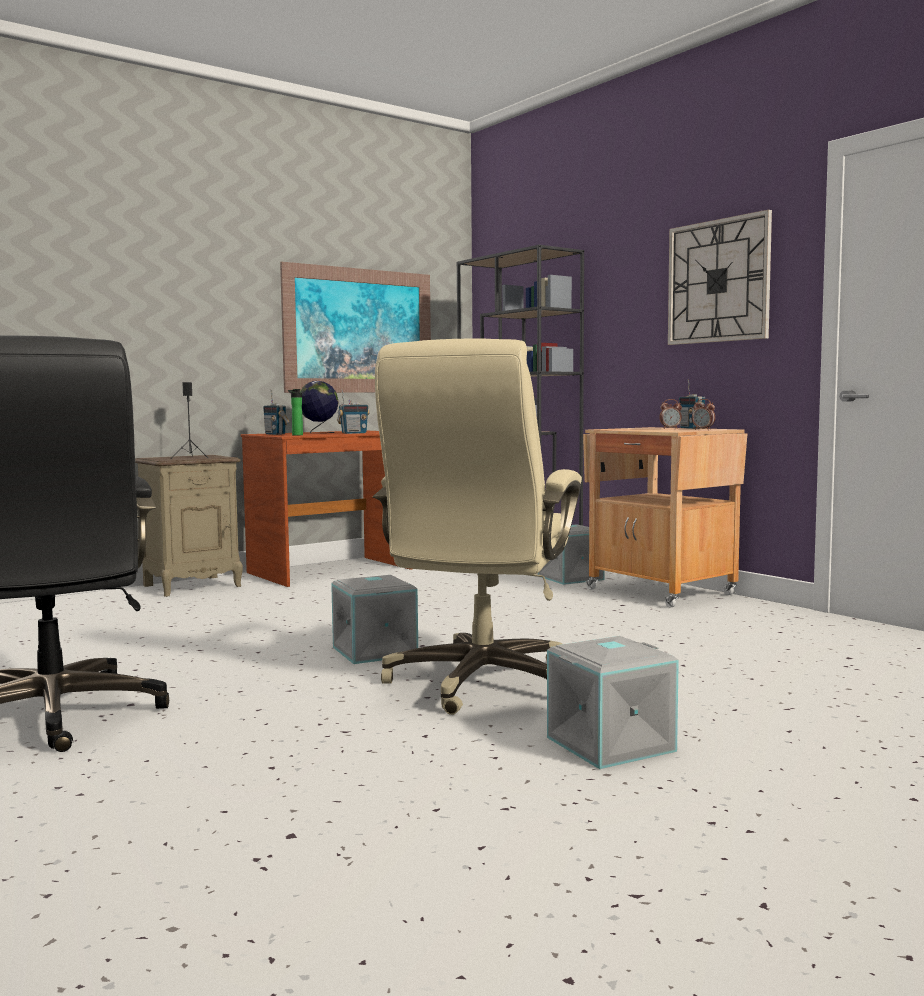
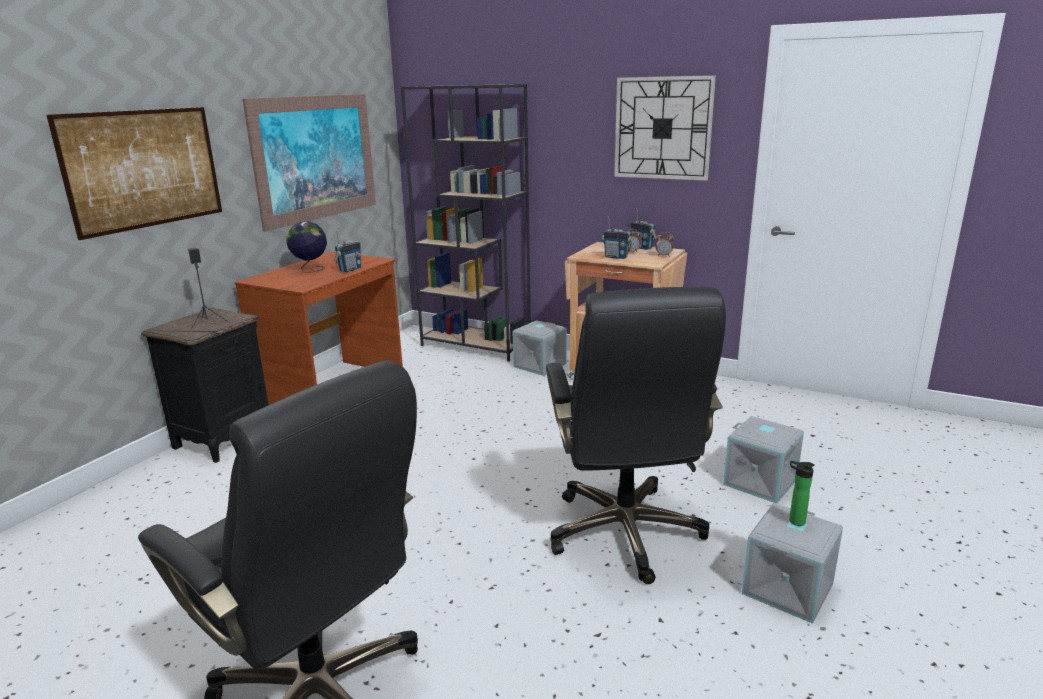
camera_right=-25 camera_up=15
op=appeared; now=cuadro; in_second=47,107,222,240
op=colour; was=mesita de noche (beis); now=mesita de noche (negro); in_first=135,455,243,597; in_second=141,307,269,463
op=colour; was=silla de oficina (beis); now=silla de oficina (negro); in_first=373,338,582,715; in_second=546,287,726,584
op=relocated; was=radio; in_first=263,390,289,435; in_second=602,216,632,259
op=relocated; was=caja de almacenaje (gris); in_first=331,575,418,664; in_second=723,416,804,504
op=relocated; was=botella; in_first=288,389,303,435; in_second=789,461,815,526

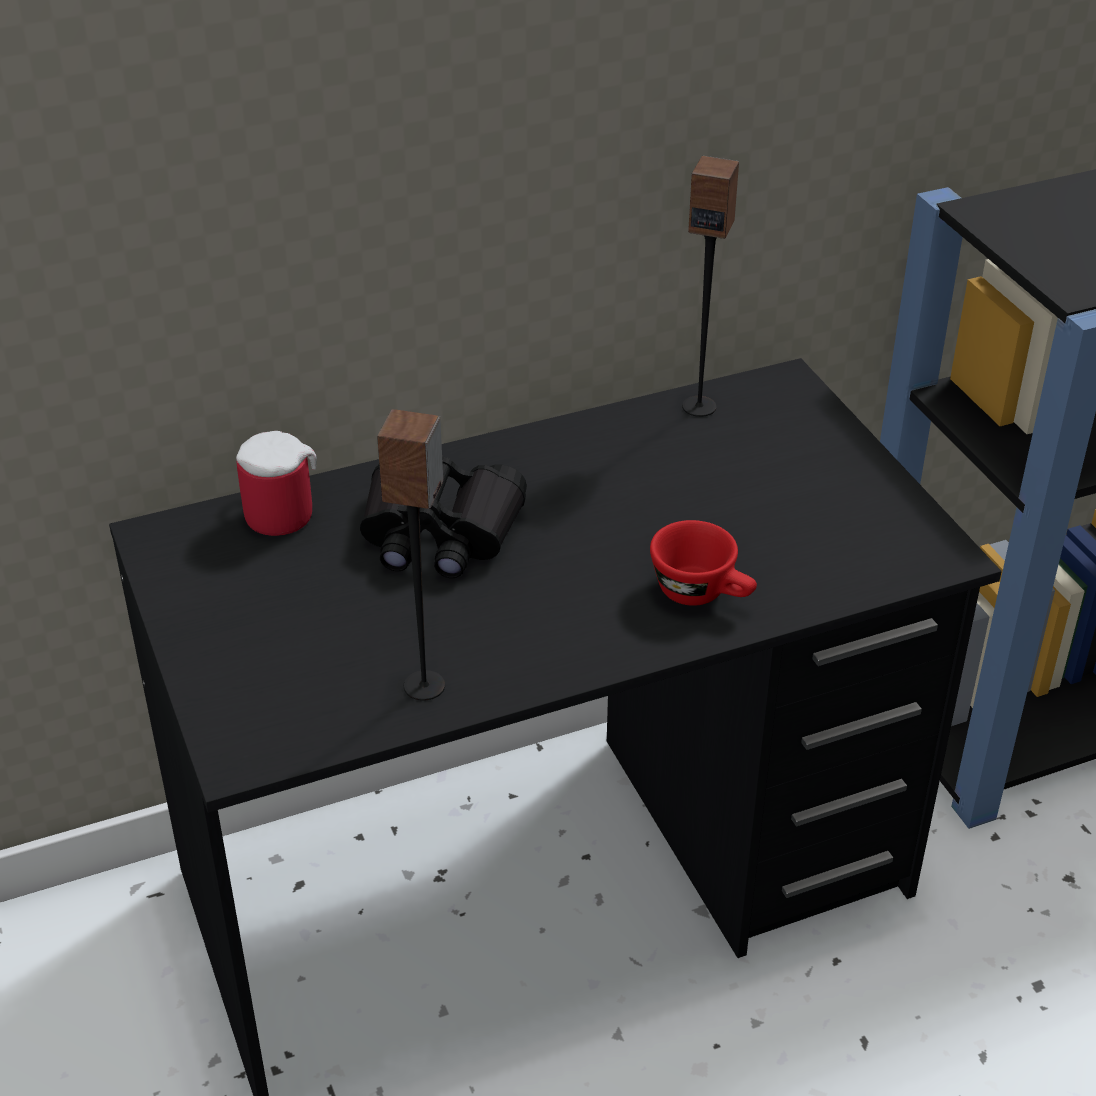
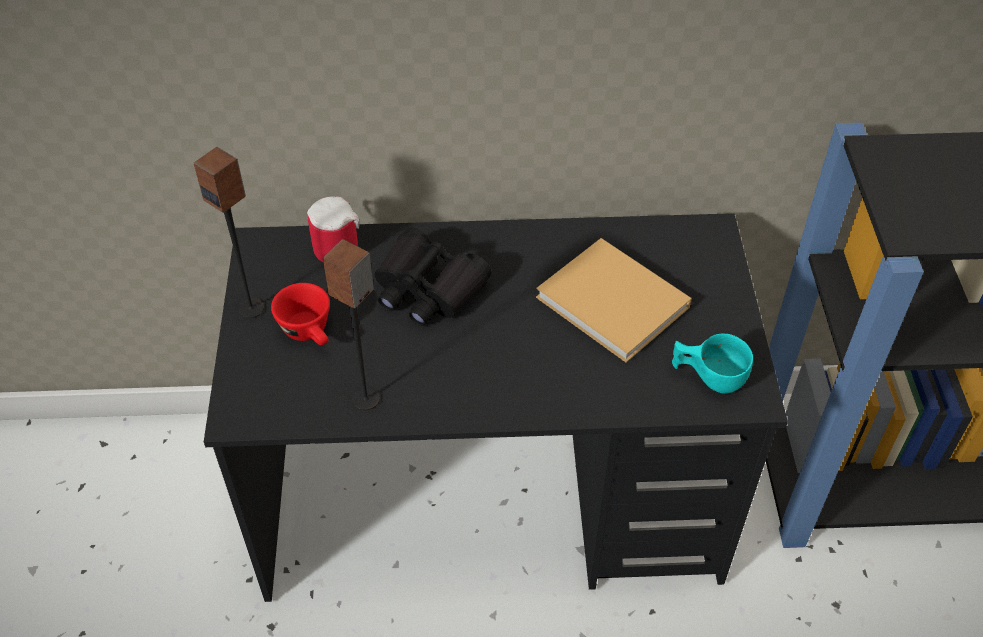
camera_right=20 camera_up=10
op=relocated; was=altavoz; in_first=682,156,739,417; in_second=194,147,264,318
op=relocated; was=taza (rojo); in_first=650,520,757,606; in_second=271,283,330,345
op=appeared; now=libro (beis); in_second=536,238,692,363
op=appeared; now=taza (turquesa); in_second=672,334,753,394

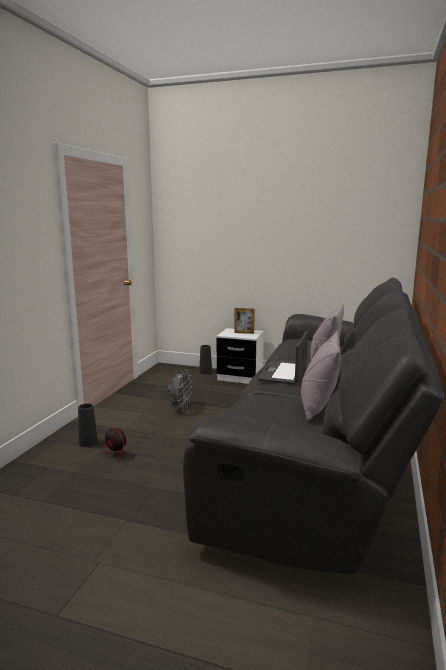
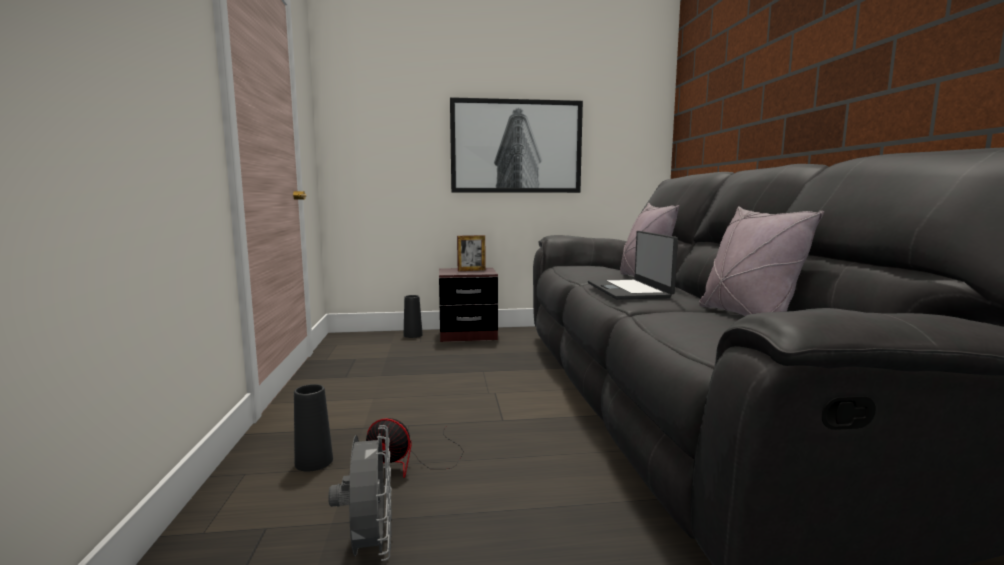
camera_right=-25 camera_up=-5
op=relocated; was=ventilador (gris); in_first=168,370,192,411; in_second=328,425,392,561
op=colour; was=mesita de noche (blanco); now=mesita de noche (marrón); in_first=217,328,264,384; in_second=439,268,498,342
op=appeared; now=cuadro; in_second=450,97,583,193

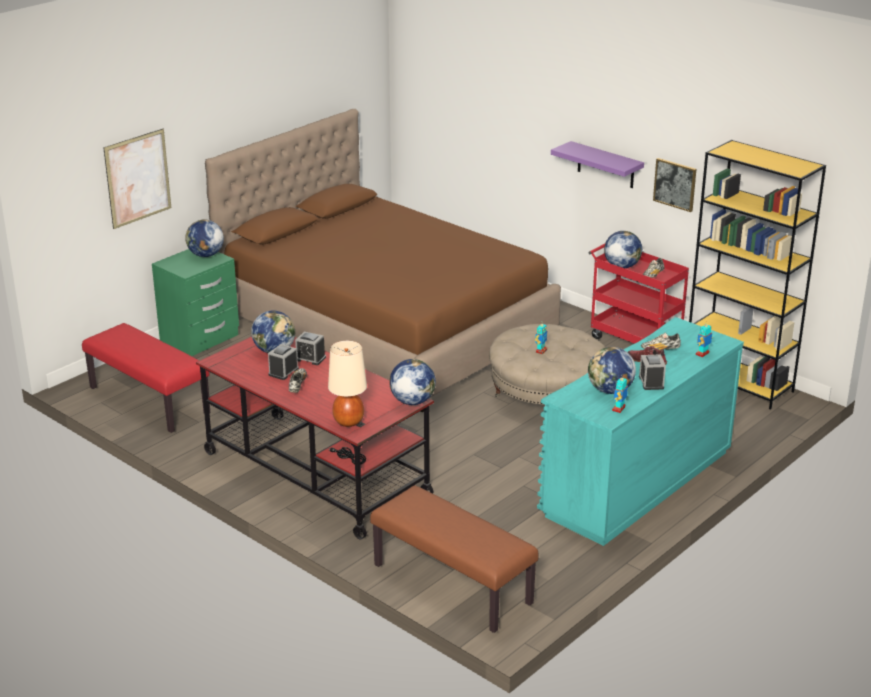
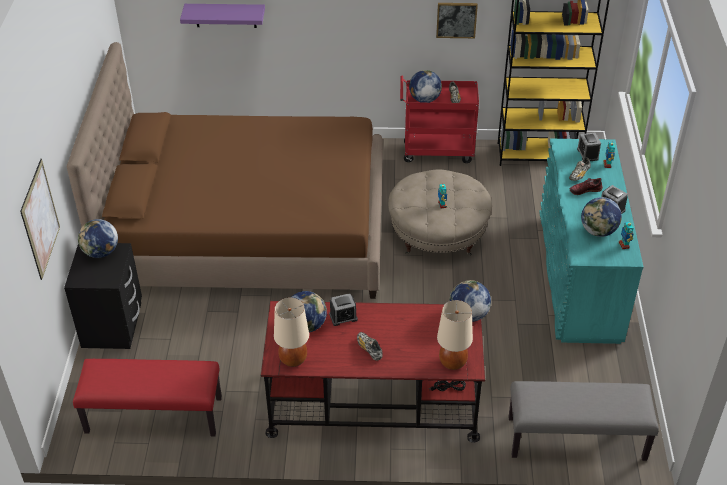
camera_right=-40 camera_up=15
op=colour; was=mesita de noche (verde); now=mesita de noche (negro); in_first=152,249,239,356; in_second=64,243,142,349
op=relocated; was=estante (morado); in_first=551,141,644,188; in_second=180,4,265,28
op=appeared; now=lámpara de mesa (beis); in_second=274,297,309,367
op=colour; was=banco (marrón); now=banco (gris); in_first=370,485,539,633; in_second=508,381,659,461
op=relocated; was=despertador; in_first=268,344,299,380; in_second=577,133,601,161

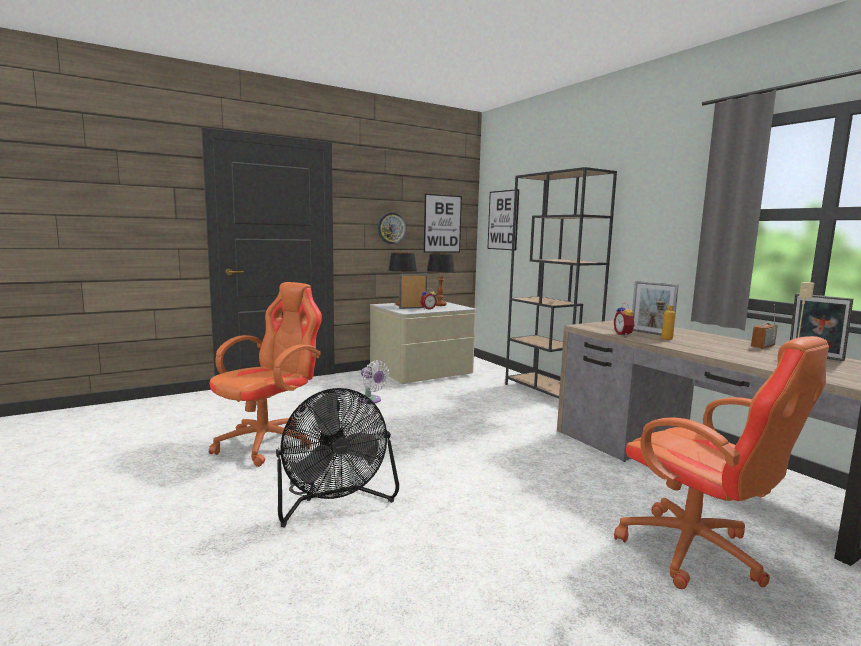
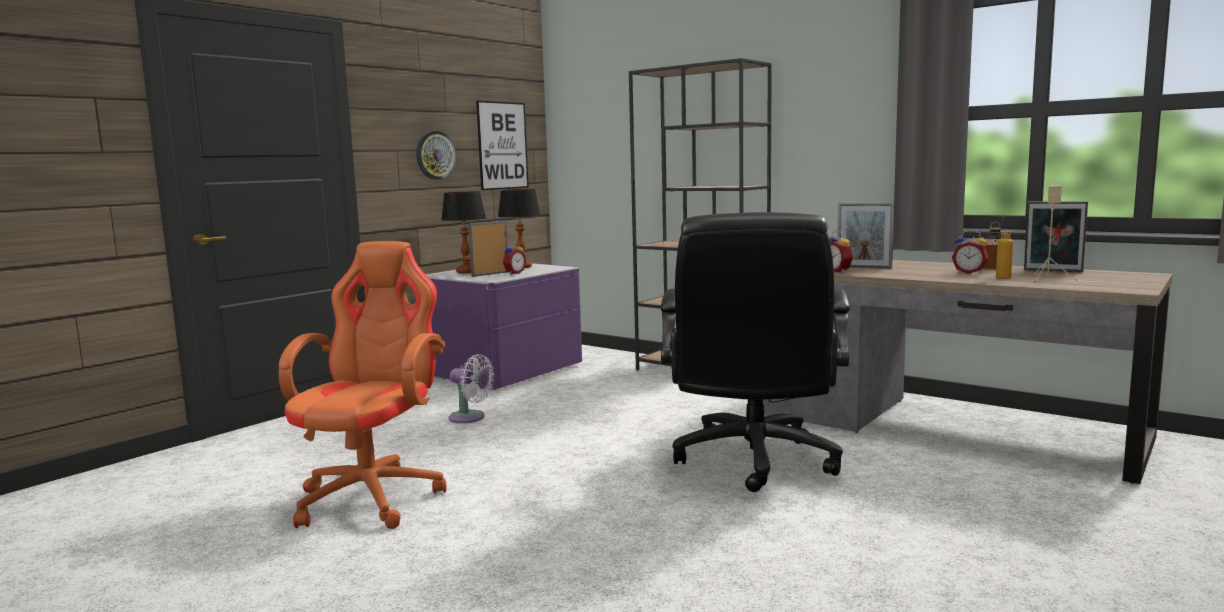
camera_right=-20 camera_up=0
op=colour; was=mesita de noche (beis); now=mesita de noche (morado); in_first=370,300,476,384; in_second=426,263,582,390
op=appeared; now=silla de oficina (negro); in_second=661,212,850,492
op=appeared; now=despertador; in_second=952,230,989,274
op=relocated; was=botella; in_first=656,297,675,340; in_second=989,222,1013,279
op=missing; was=ventilador (negro); in_first=276,388,399,527
op=missing; was=cuadro; in_first=488,189,519,251
op=missing; was=silla de oficina (naranja); in_first=614,336,829,589

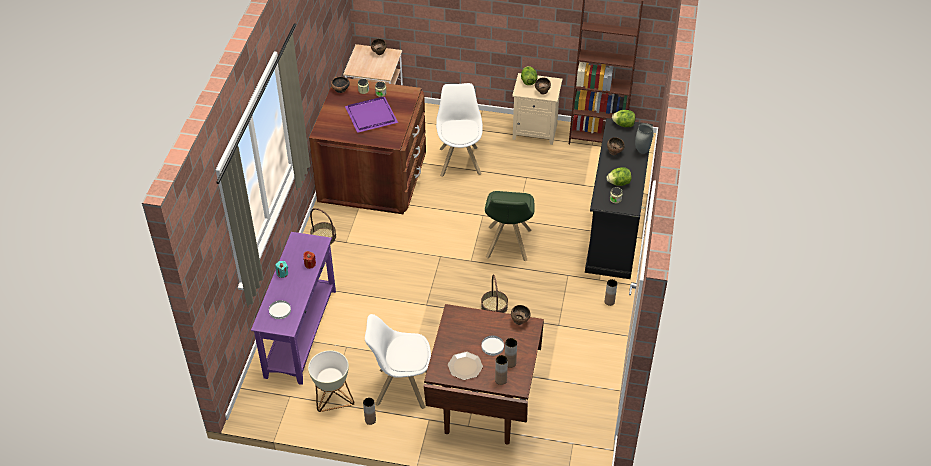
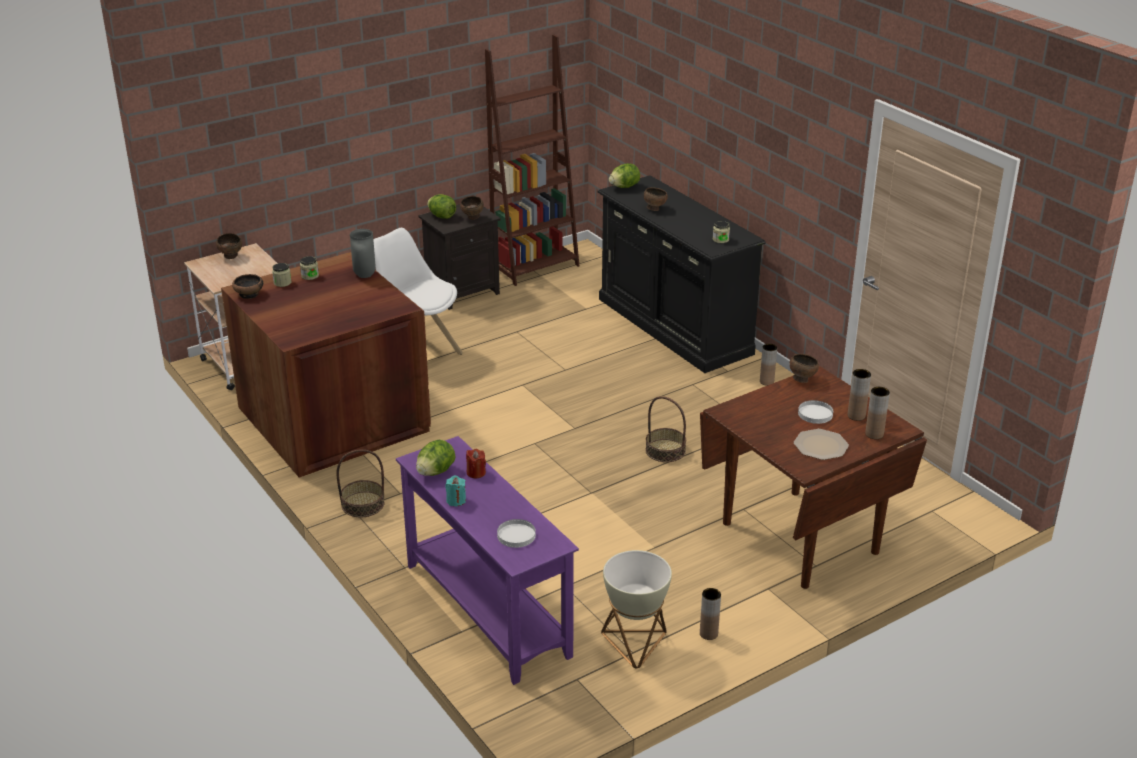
camera_right=-45 camera_up=-15
op=relocated; was=florero (gris); in_first=635,123,653,154; in_second=350,229,376,278
op=relocated; was=lechuga; in_first=606,167,632,186; in_second=416,440,455,476
op=colour; was=mesita de noche (beis); now=mesita de noche (negro); in_first=512,73,562,145; in_second=418,204,501,310
op=missing; was=bandeja (morado); in_first=345,97,398,133
op=missing; was=silla (blanco); in_first=365,314,431,409
op=missing; was=silla (verde); in_first=485,191,534,262

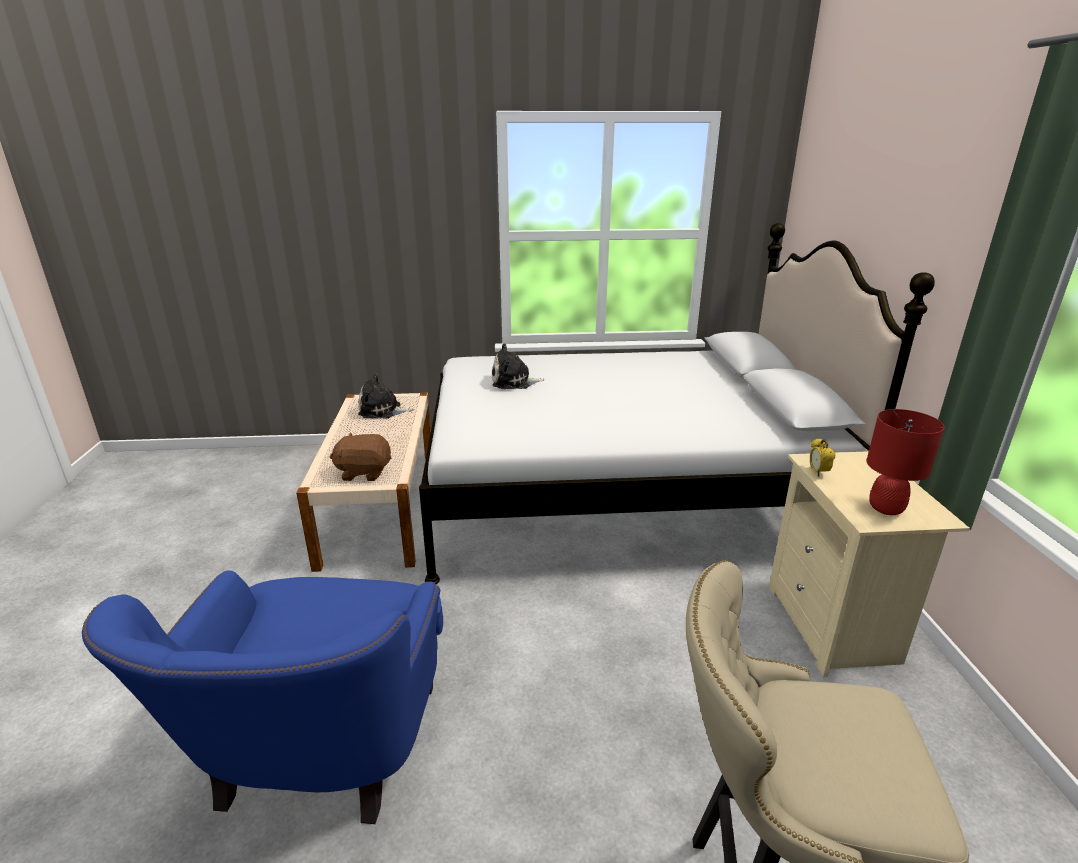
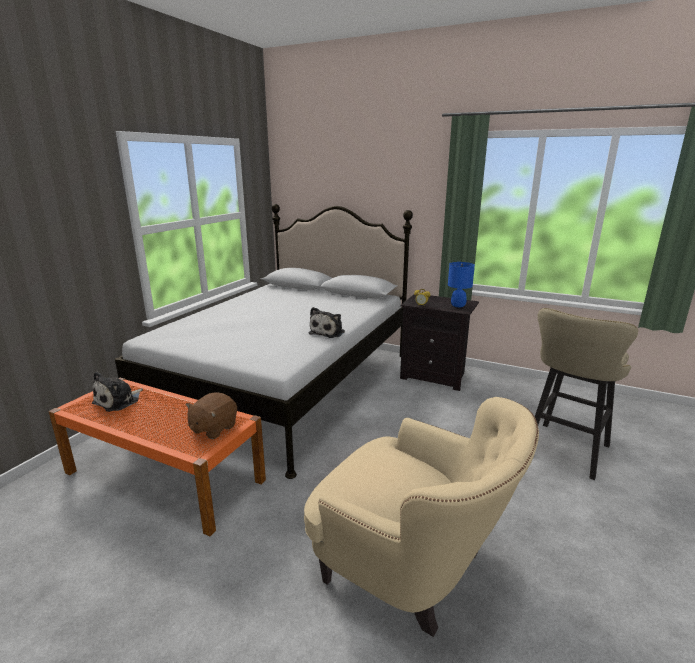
camera_right=-60 camera_up=-5
op=colour; was=banco (beis); now=banco (naranja); in_first=296,392,431,572; in_second=48,378,266,536
op=colour; was=sillón (azul); now=sillón (beis); in_first=82,570,443,824; in_second=304,397,539,637
op=relocated; was=peluche; in_first=492,343,544,389; in_second=309,307,345,338
op=colour; was=mesita de noche (beis); now=mesita de noche (negro); in_first=769,451,970,677; in_second=400,295,479,391
op=colour; was=lámpara de mesa (rojo); now=lámpara de mesa (azul); in_first=867,409,944,515; in_second=448,262,475,308

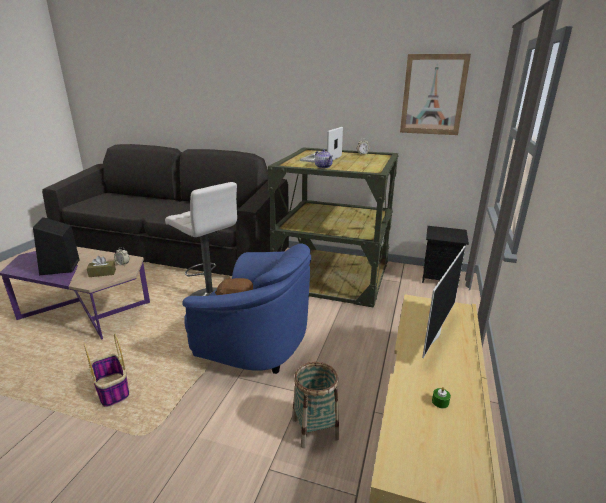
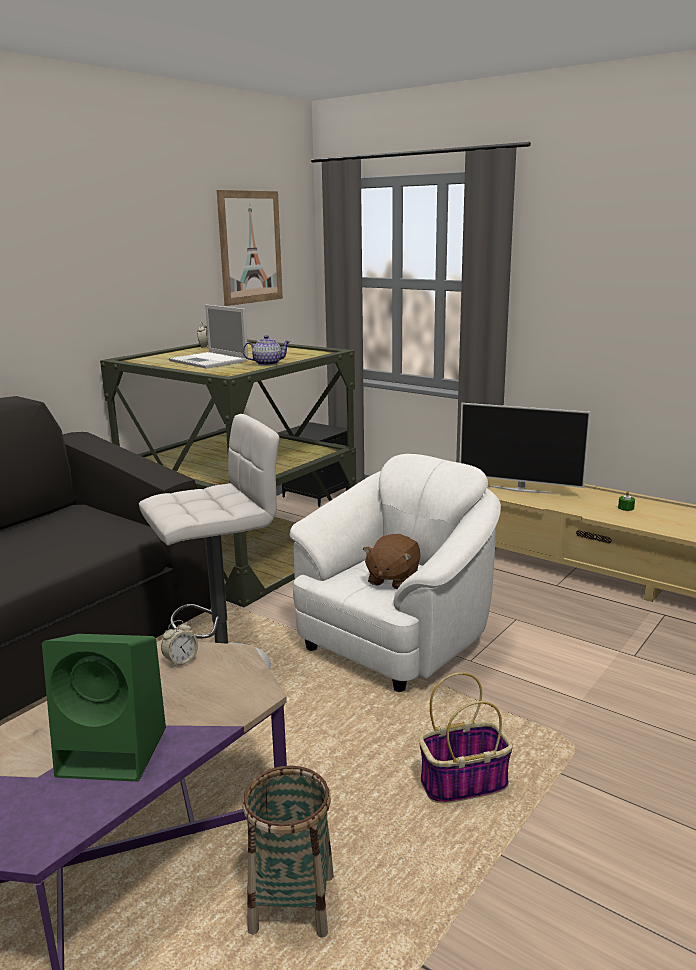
camera_right=-70 camera_up=-5
op=colour; was=altavoz (negro); now=altavoz (verde); in_first=33,217,80,275; in_second=42,634,166,782
op=relocated; was=cesta; in_first=292,362,339,448; in_second=243,766,334,938
op=colour; was=sillón (azul); now=sillón (blanco); in_first=182,243,311,374; in_second=290,454,501,692
op=spun; was=televisor; in_first=422,245,465,358; in_second=460,403,591,494; clockwise=150
op=missing; was=caja de pañuelos (marrón); in_first=87,256,116,277

